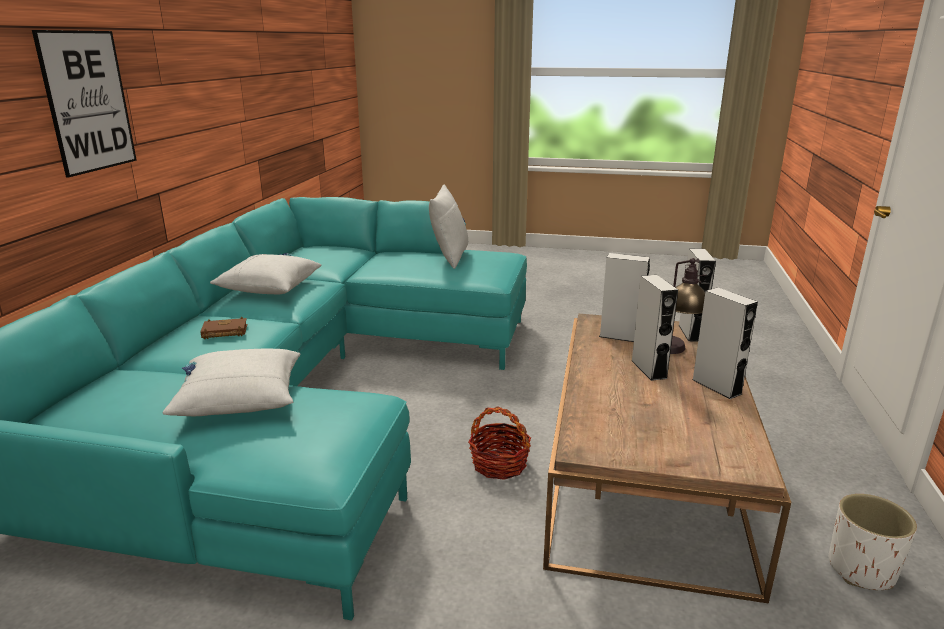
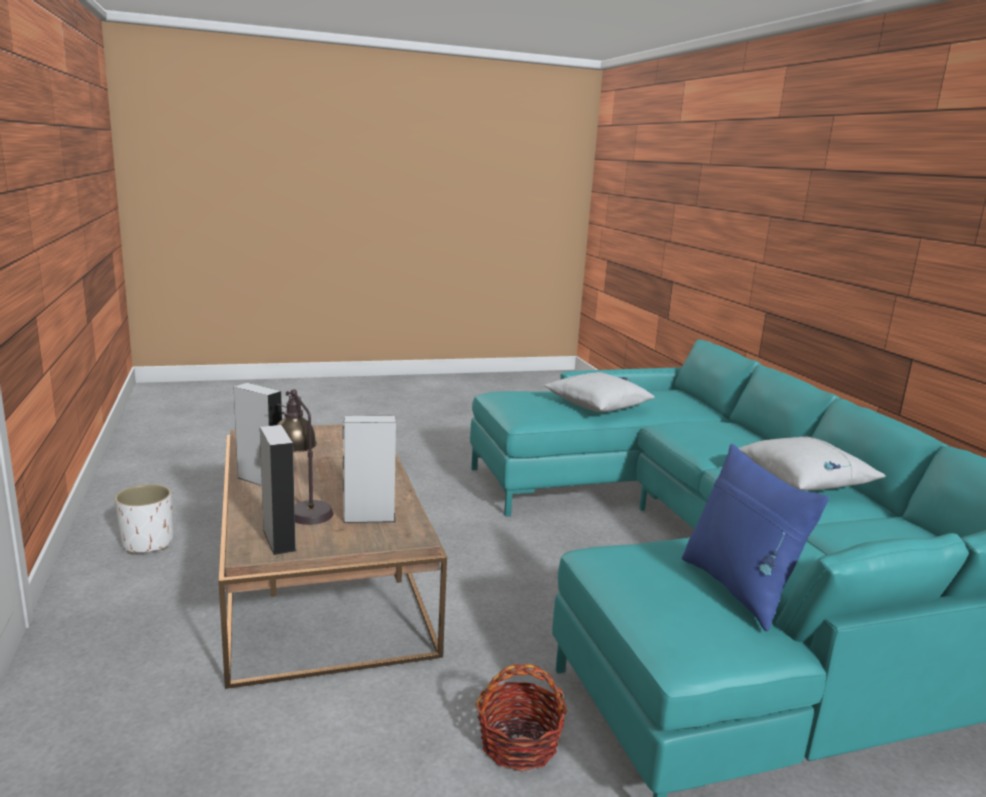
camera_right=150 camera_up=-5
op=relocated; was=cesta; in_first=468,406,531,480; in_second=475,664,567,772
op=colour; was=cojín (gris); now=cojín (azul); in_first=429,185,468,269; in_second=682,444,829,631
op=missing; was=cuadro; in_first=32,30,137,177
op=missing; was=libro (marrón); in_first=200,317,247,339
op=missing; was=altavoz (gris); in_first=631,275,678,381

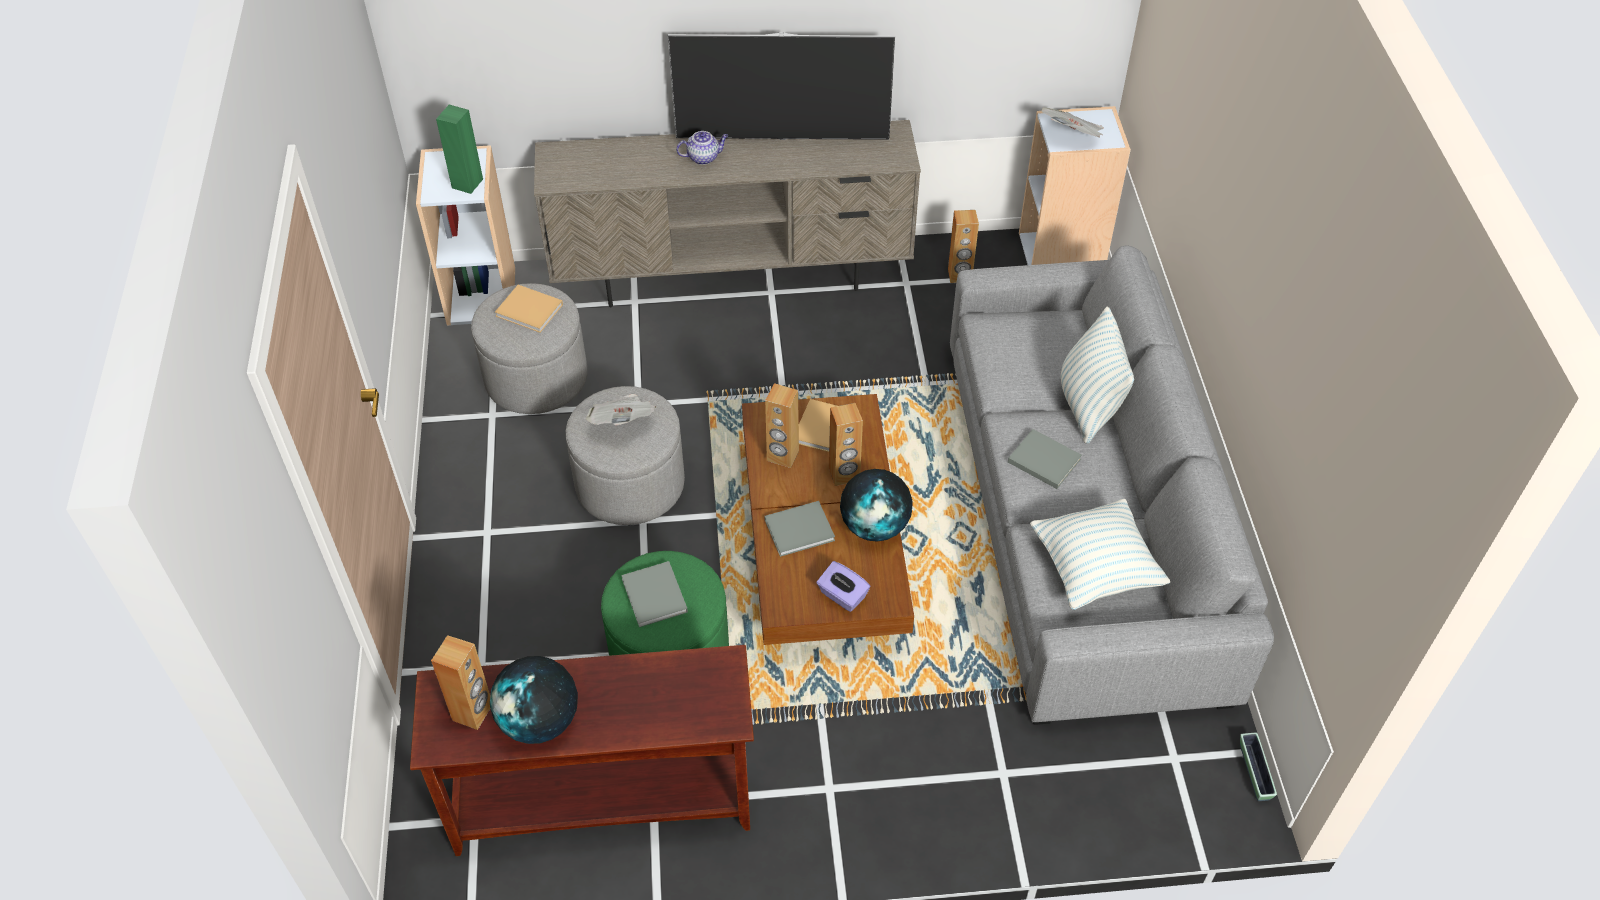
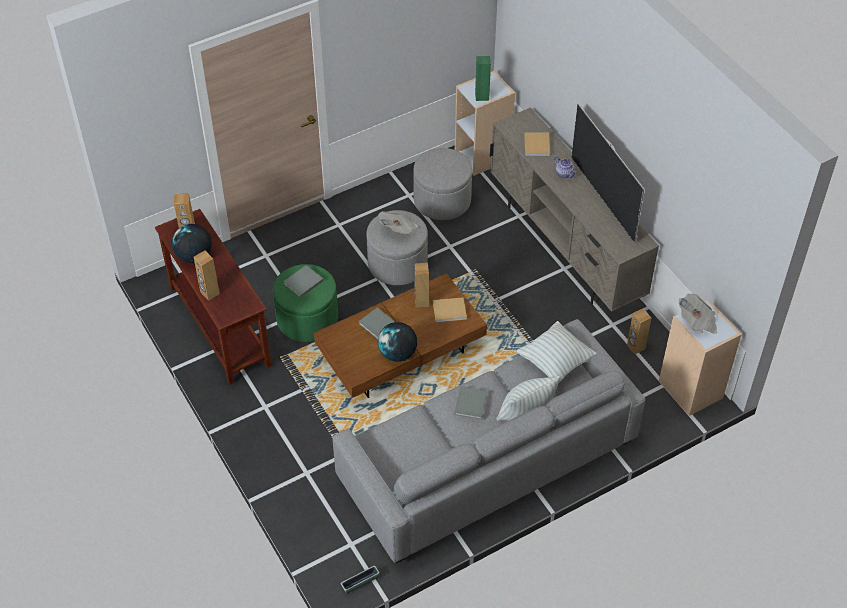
camera_right=65 camera_up=0
op=relocated; was=altavoz (marrón); in_first=829,403,863,486; in_second=194,250,220,301
op=relocated; was=cojín; in_first=1030,499,1170,610; in_second=516,321,597,382
op=relocated; was=libro (beis); in_first=495,285,563,333; in_second=524,132,550,156
op=missing; was=caja de pañuelos (morado); in_first=817,561,870,612

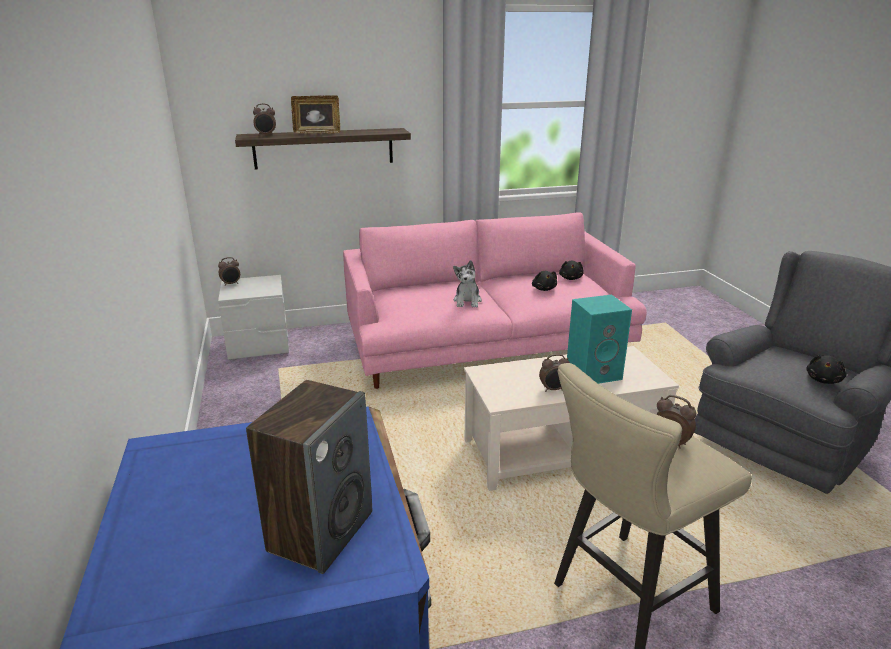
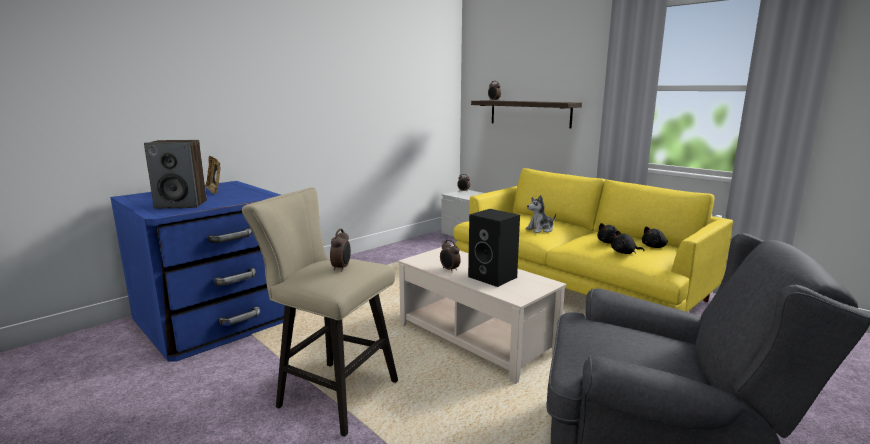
camera_right=60 camera_up=-10
op=relocated; was=portarretratos; in_first=291,95,340,133; in_second=206,156,221,195
op=colour; was=sofá (rosa); now=sofá (amarillo); in_first=343,212,647,389; in_second=454,168,733,312
op=colour; was=altavoz (turquesa); now=altavoz (negro); in_first=567,295,632,384; in_second=468,209,520,287
op=relocated; was=peluche (negro); in_first=806,355,846,384; in_second=611,230,644,254

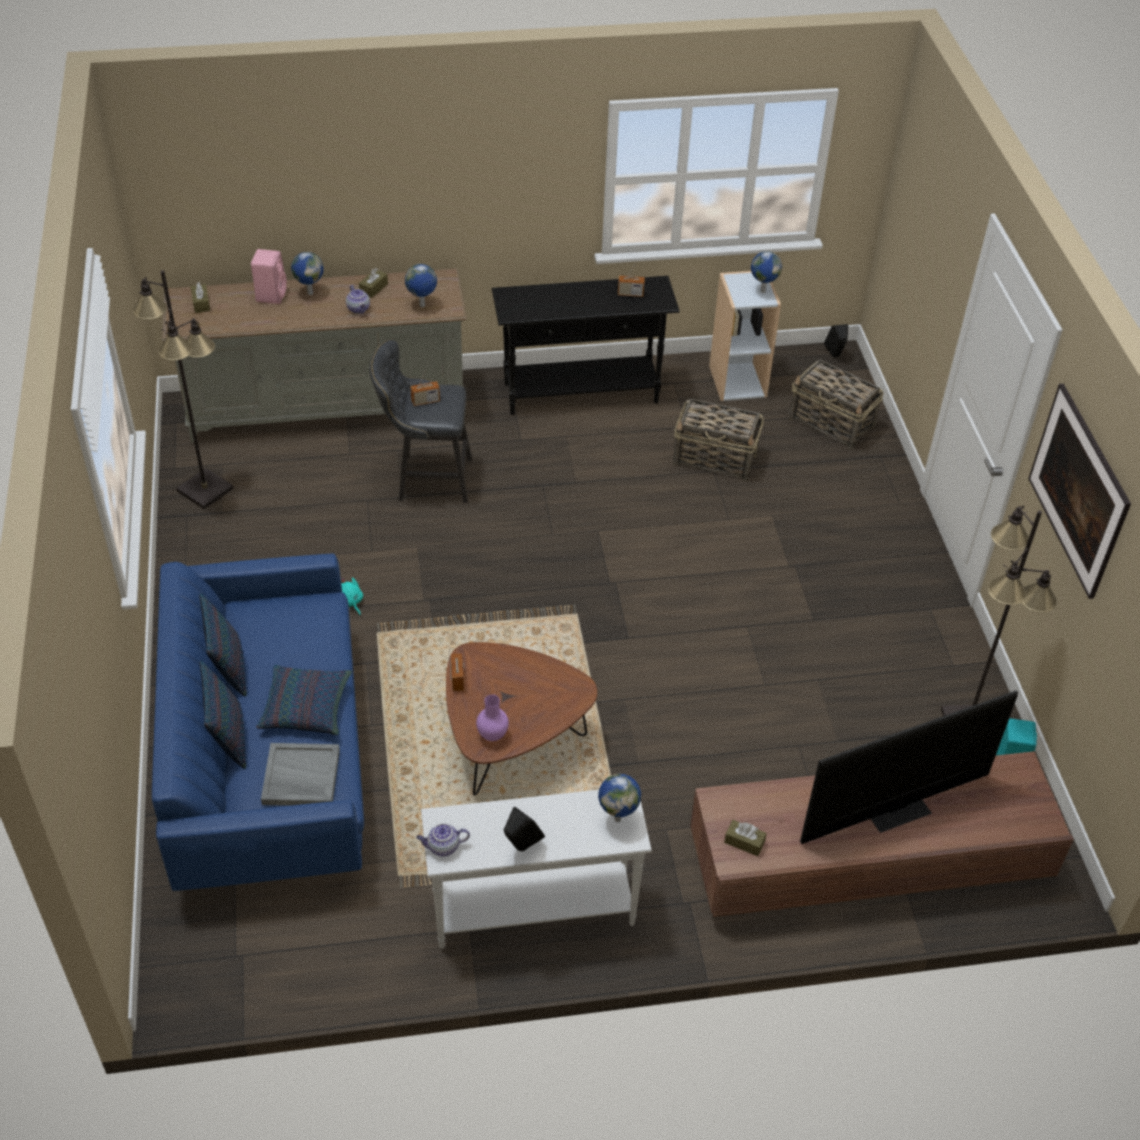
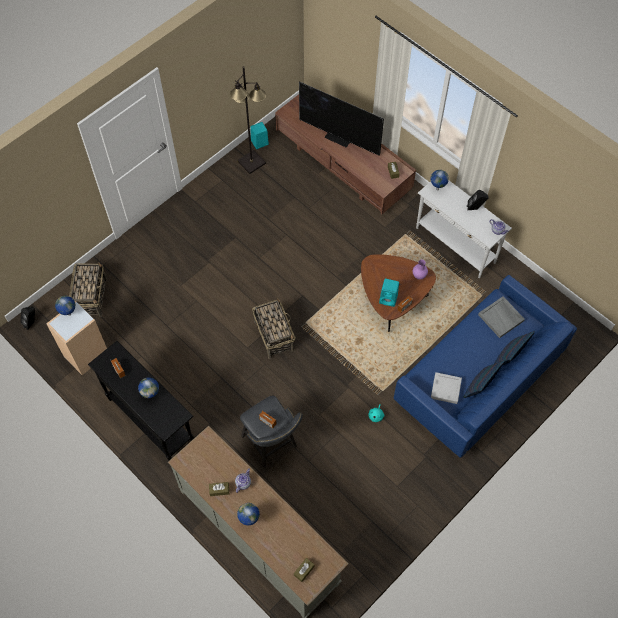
camera_right=-125 camera_up=15
op=relocated; was=globo terráqueo; in_first=405,264,437,307; in_second=138,377,159,398
op=relocated; was=cesta; in_first=673,399,764,481; in_second=252,298,296,359
op=appeared; now=altavoz (turquesa); in_second=379,279,399,307
op=appeared; now=bandeja (gris); in_second=431,372,462,404
op=missing; was=lámpara de pie (negro); in_first=133,270,234,509
op=missing; was=altavoz (rosa); in_first=251,249,287,304
op=missing; was=cojín (azul); in_first=256,665,352,735
op=missing; was=cuadro; in_first=1028,384,1131,599

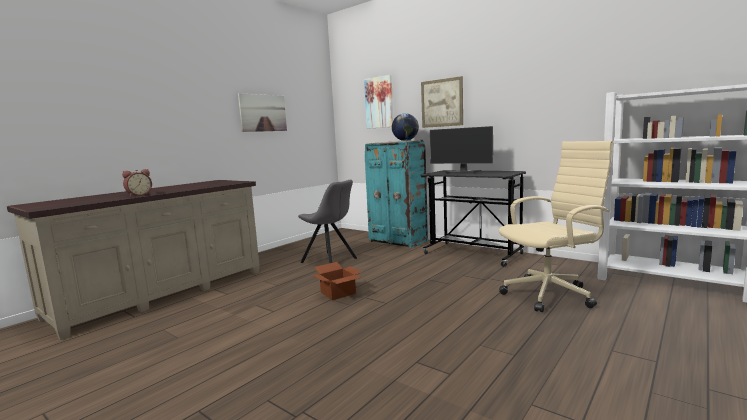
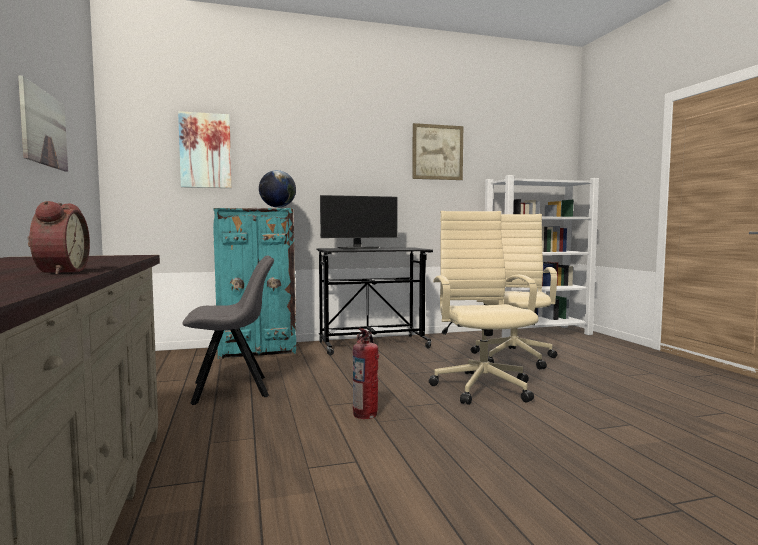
camera_right=-55 camera_up=-5
op=exchanged; was=caja de cartón; now=extintor; in_first=312,262,361,300; in_second=353,328,379,419
op=relocated; was=cuadro; in_first=421,76,463,128; in_second=412,123,463,180
op=appeared; now=silla de oficina (beis); in_second=429,211,538,405

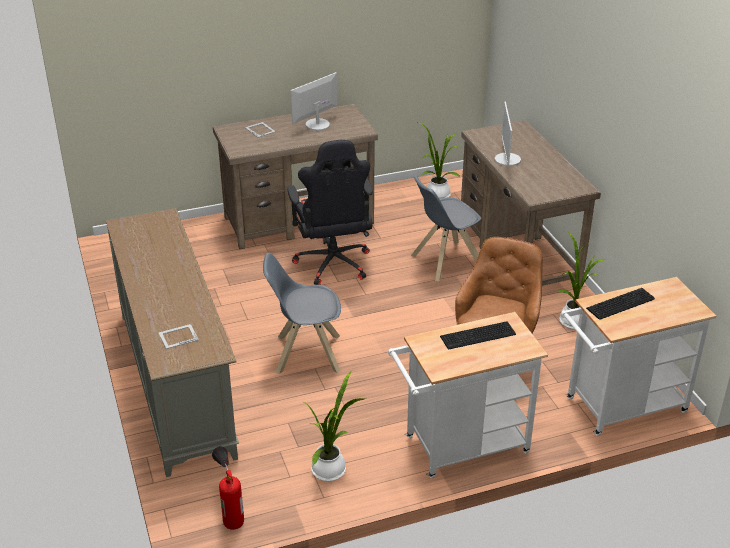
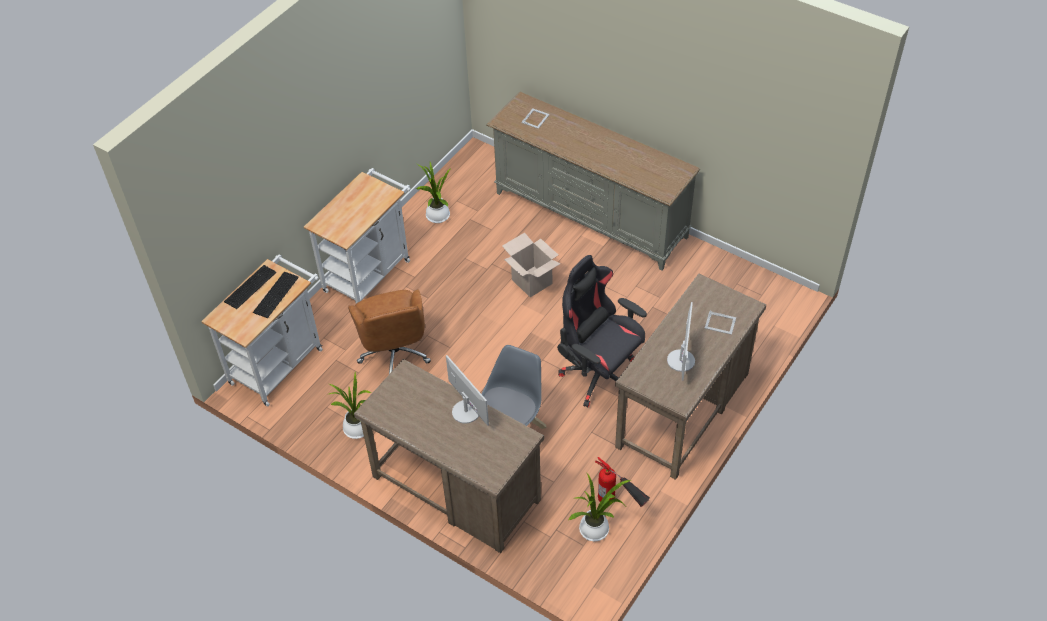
camera_right=145 camera_up=15
op=relocated; was=teclado; in_first=440,321,516,350; in_second=224,265,276,309
op=exchanged; was=silla (gris); now=caja de cartón; in_first=263,253,341,374; in_second=502,232,561,297
op=relocated; was=extintor; in_first=212,446,244,530; in_second=595,457,650,507

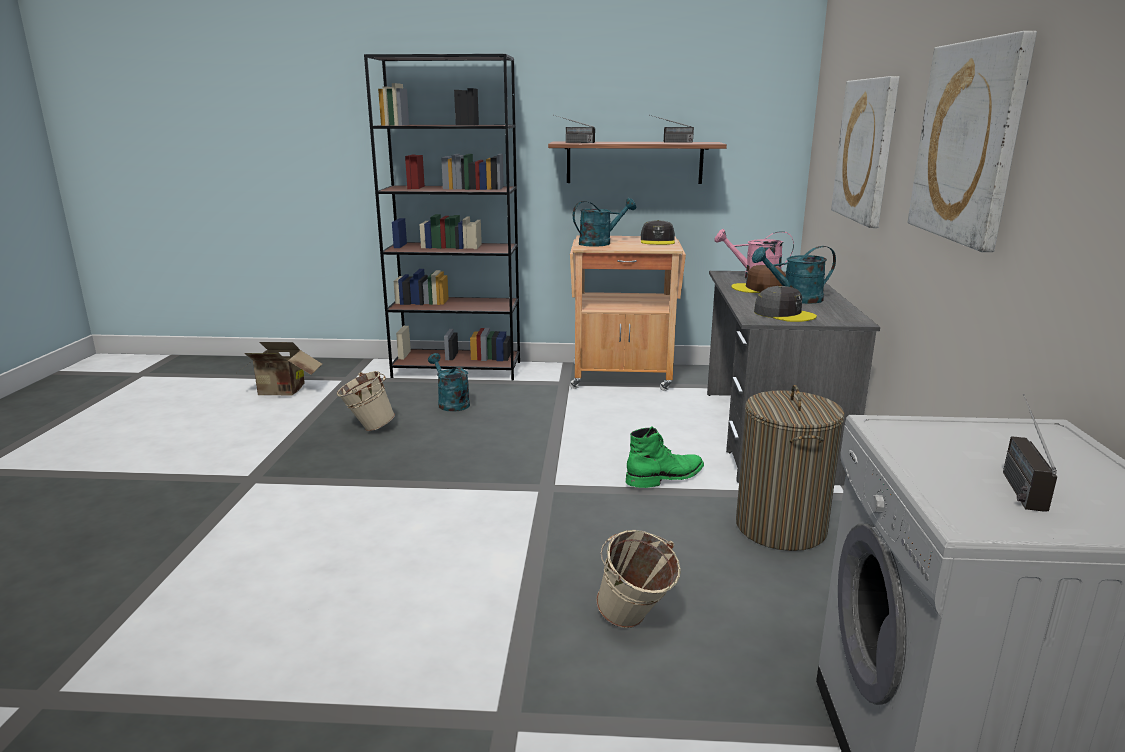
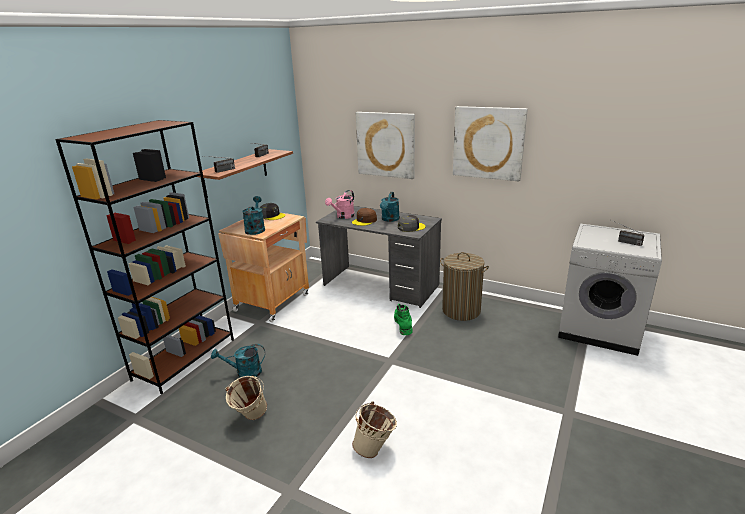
camera_right=-65 camera_up=5
op=relocated; was=cubo (beis); in_first=596,530,681,628; in_second=352,401,397,458
op=missing; was=caja de cartón; in_first=238,342,322,395

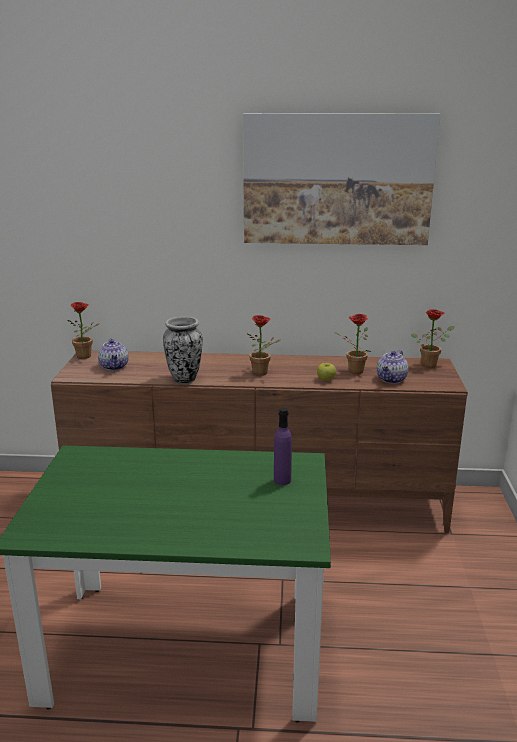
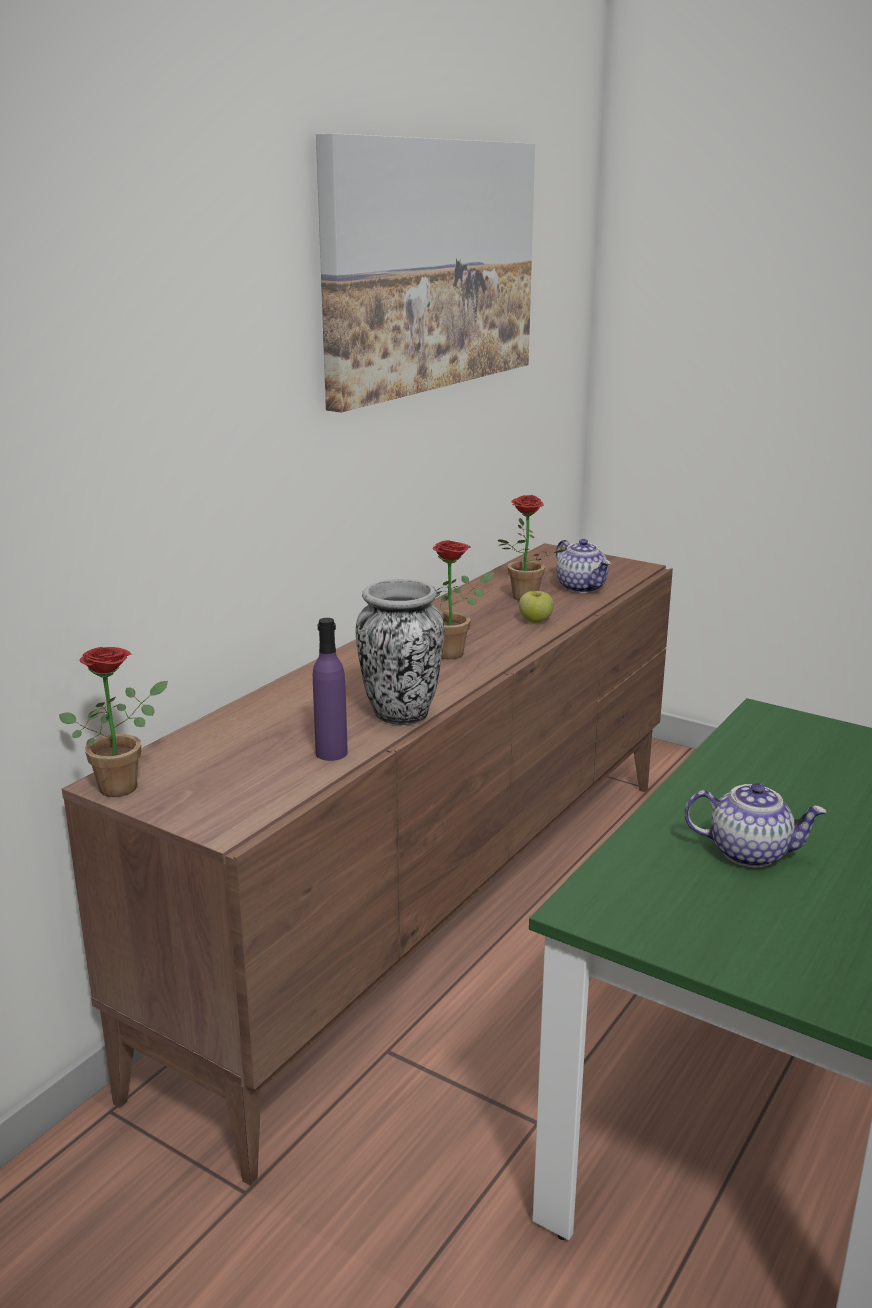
camera_right=-60 camera_up=0
op=relocated; was=botella (morado); in_first=274,408,292,485; in_second=313,618,348,761
op=relocated; was=tetera; in_first=98,338,129,371; in_second=684,783,827,868
op=missing; was=planta en maceta; in_first=411,309,455,368

